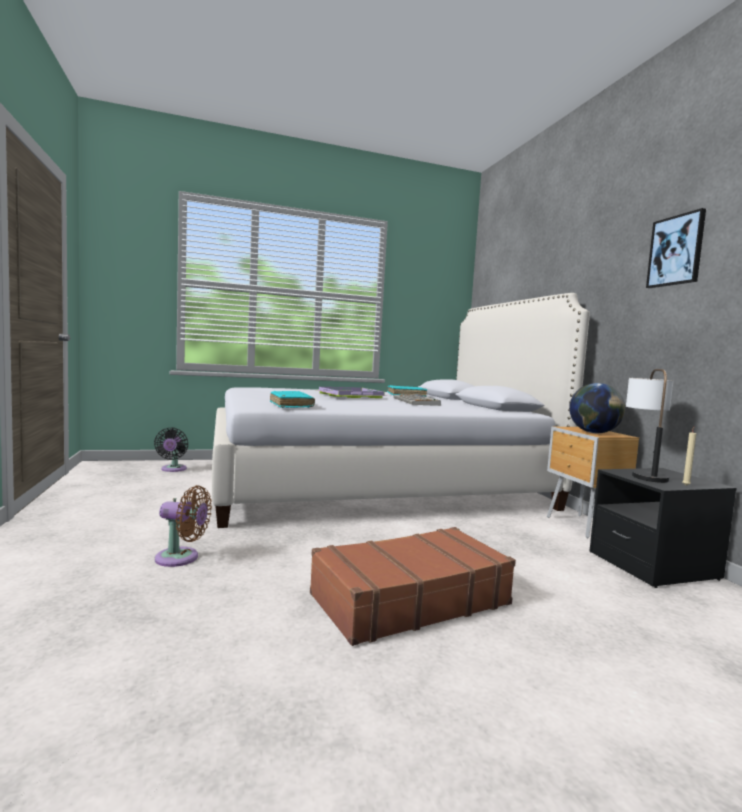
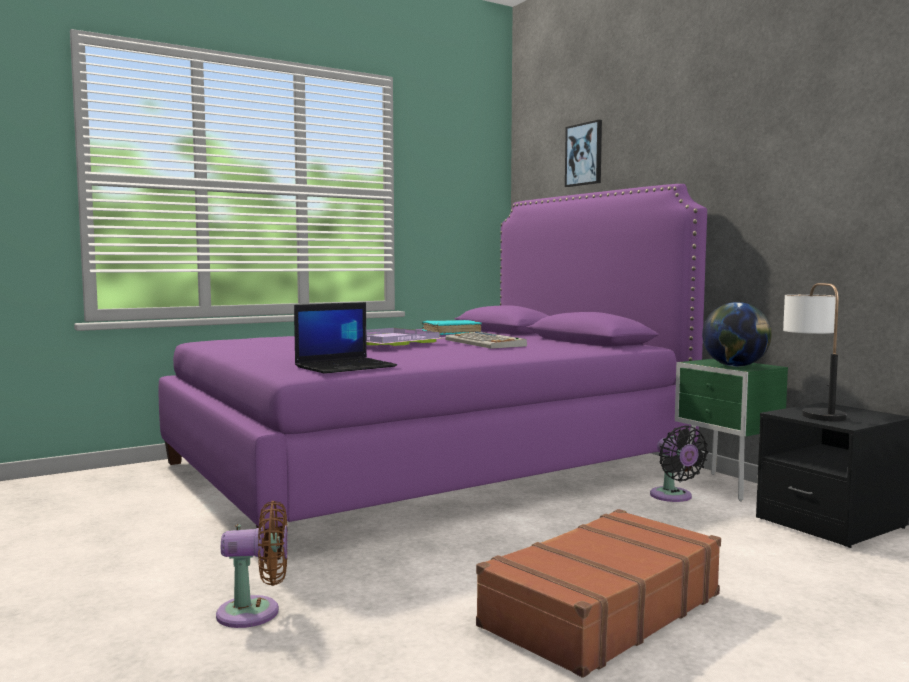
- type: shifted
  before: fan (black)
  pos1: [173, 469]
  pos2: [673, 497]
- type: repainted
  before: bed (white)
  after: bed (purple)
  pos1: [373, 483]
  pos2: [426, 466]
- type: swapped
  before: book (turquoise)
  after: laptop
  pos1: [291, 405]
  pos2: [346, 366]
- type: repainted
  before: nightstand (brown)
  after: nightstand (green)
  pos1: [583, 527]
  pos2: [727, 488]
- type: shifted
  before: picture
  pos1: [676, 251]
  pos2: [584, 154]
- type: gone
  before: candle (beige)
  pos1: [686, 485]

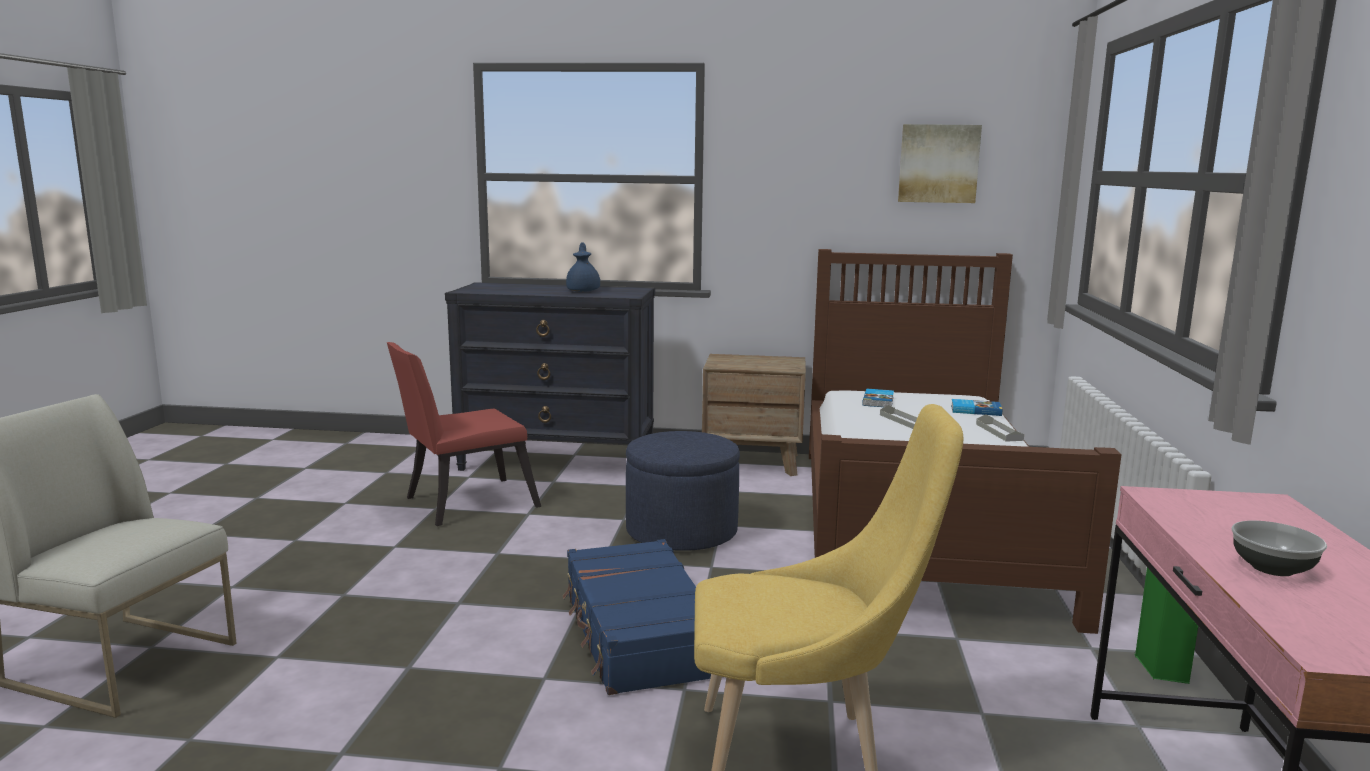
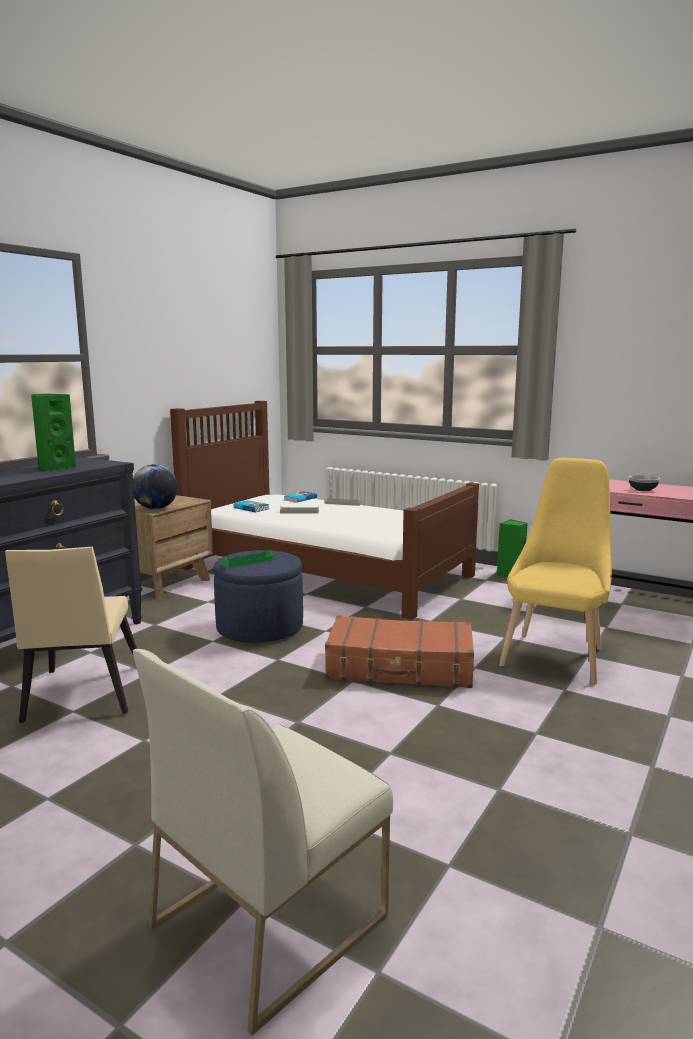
- type: repainted
  before: chair (red)
  after: chair (beige)
  pos1: [463, 503]
  pos2: [81, 696]
- type: repainted
  before: suitcase (blue)
  after: suitcase (brown)
  pos1: [637, 634]
  pos2: [400, 668]
- type: swapped
  before: teapot (blue)
  after: speaker (green)
  pos1: [583, 290]
  pos2: [55, 467]
- type: gone
  before: picture
  pos1: [938, 163]
- type: new
  after: globe
  pos2: [156, 508]
- type: new
  after: tray (green)
  pos2: [247, 561]

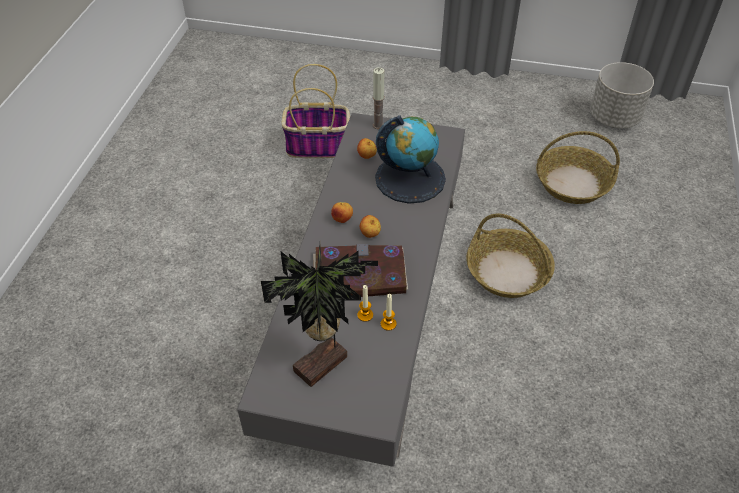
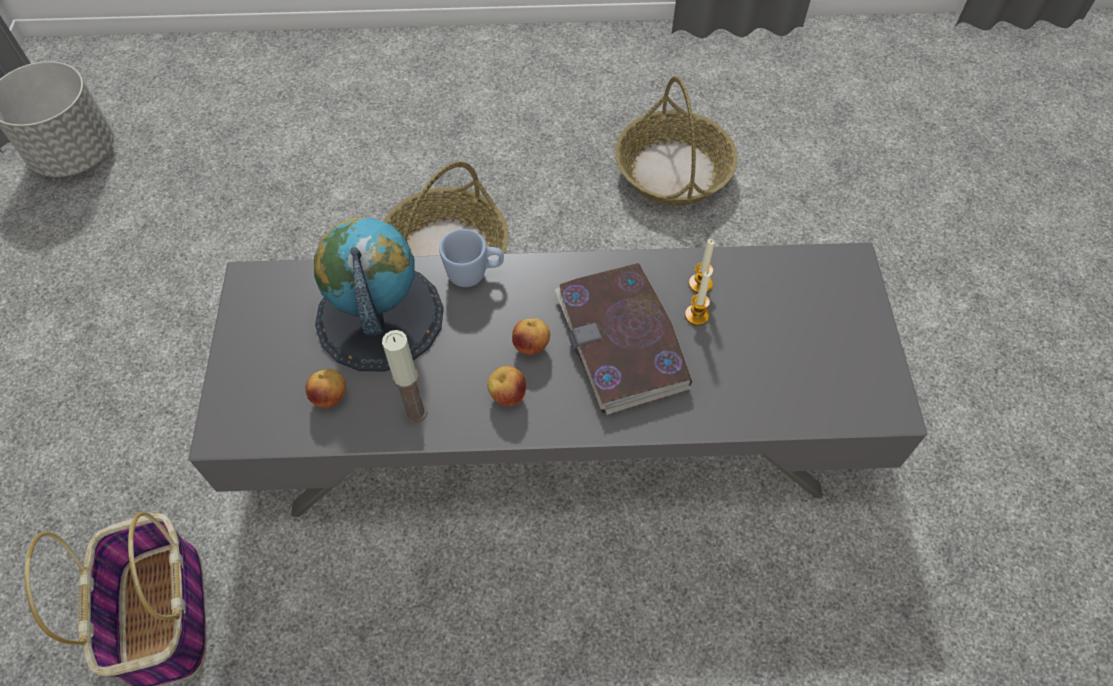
- type: gone
  before: potted plant
  pos1: [324, 366]
- type: shifted
  before: candle
  pos1: [378, 125]
  pos2: [415, 412]
- type: shifted
  before: basket
  pos1: [573, 183]
  pos2: [672, 170]
- type: new
  after: mug (blue)
  pos2: [474, 274]

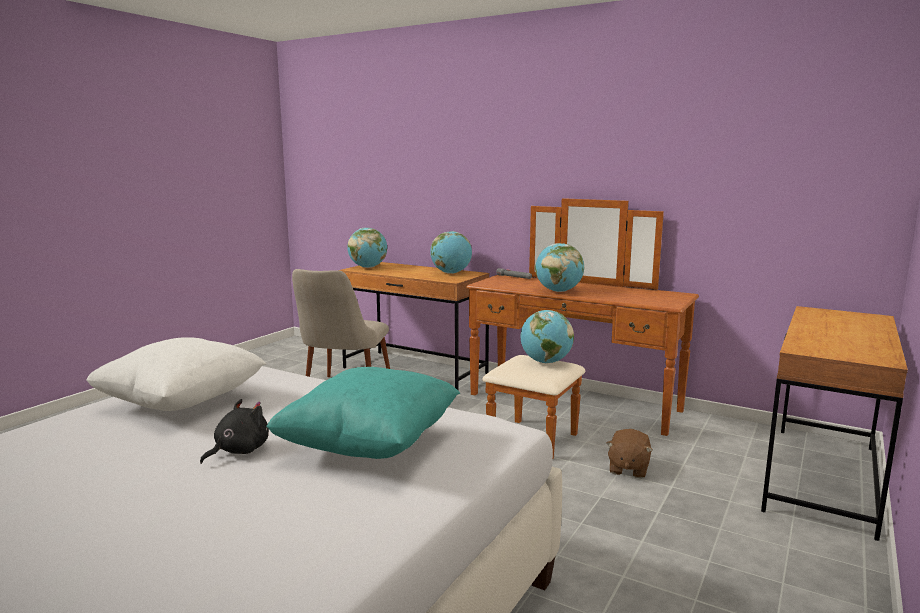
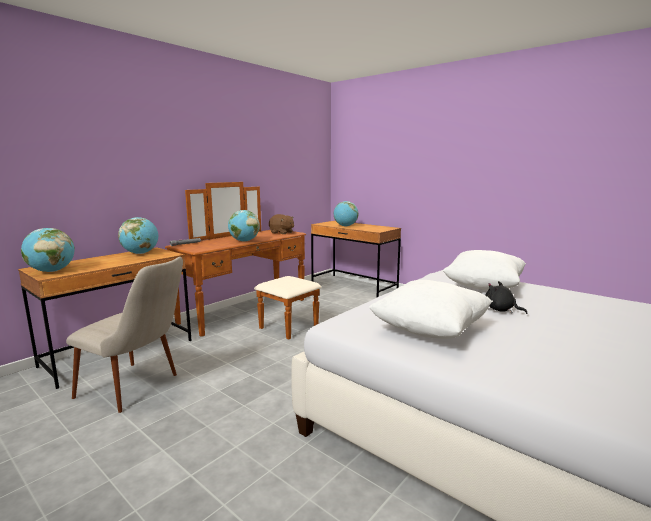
- type: repainted
  before: pillow (turquoise)
  after: pillow (white)
  pos1: [369, 446]
  pos2: [483, 287]
- type: shifted
  before: globe
  pos1: [545, 362]
  pos2: [345, 226]
- type: shifted
  before: plush toy (brown)
  pos1: [628, 469]
  pos2: [281, 232]

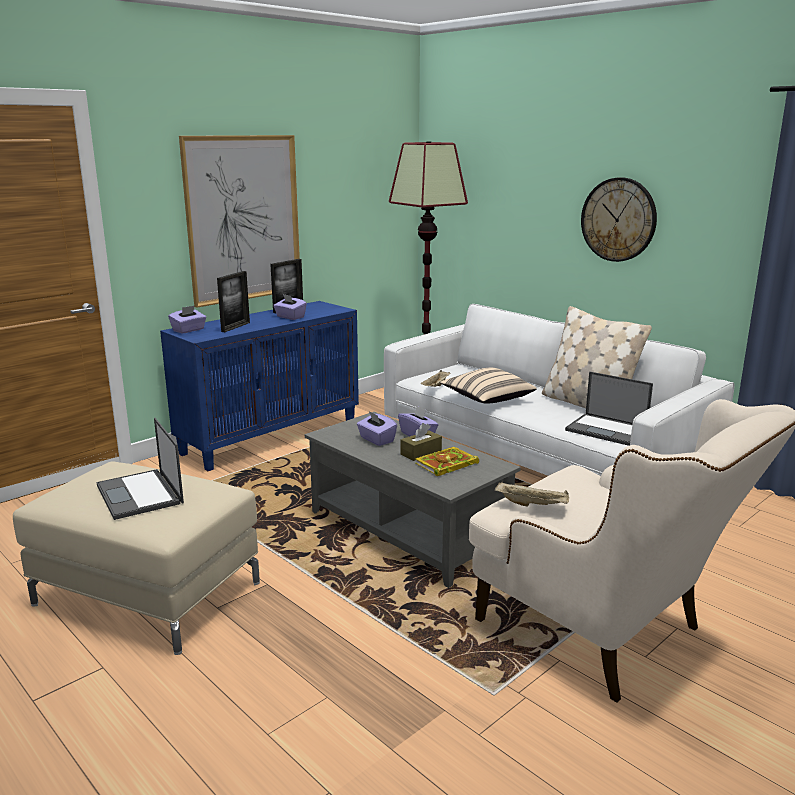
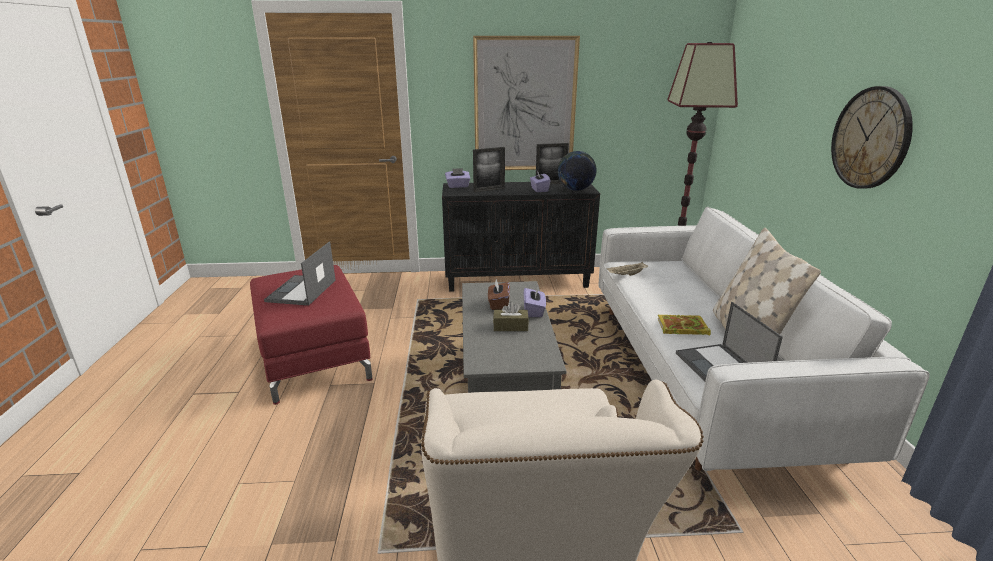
- type: repainted
  before: ottoman (beige)
  after: ottoman (red)
  pos1: [149, 593]
  pos2: [315, 358]
- type: repainted
  before: cabinet (blue)
  after: cabinet (black)
  pos1: [271, 437]
  pos2: [518, 280]
- type: repainted
  before: tissue box (purple)
  after: tissue box (brown)
  pos1: [376, 440]
  pos2: [498, 304]
- type: shifted
  before: book
  pos1: [445, 465]
  pos2: [681, 327]
- type: gone
  before: pillow (beige)
  pos1: [487, 399]
- type: gone
  before: tray (beige)
  pos1: [532, 504]
- type: new
  after: globe
  pos2: [575, 190]

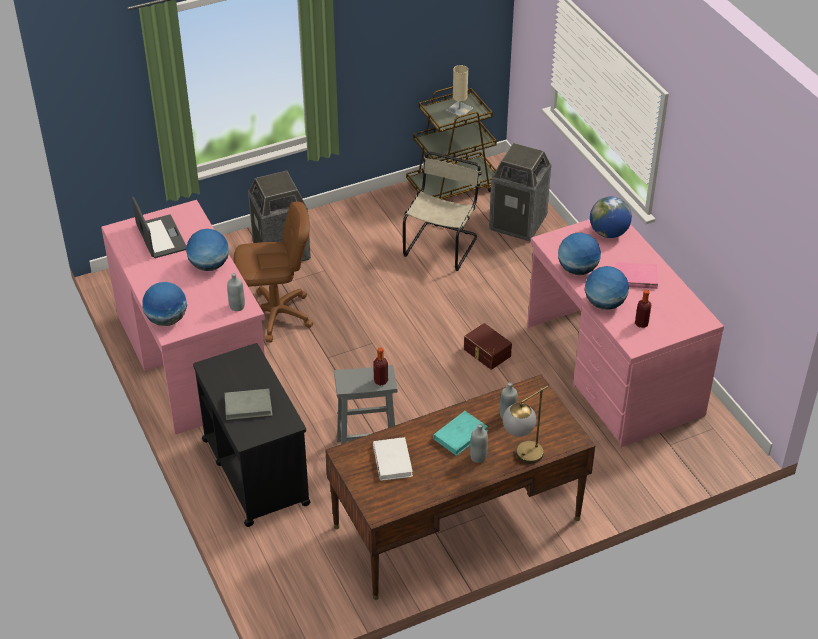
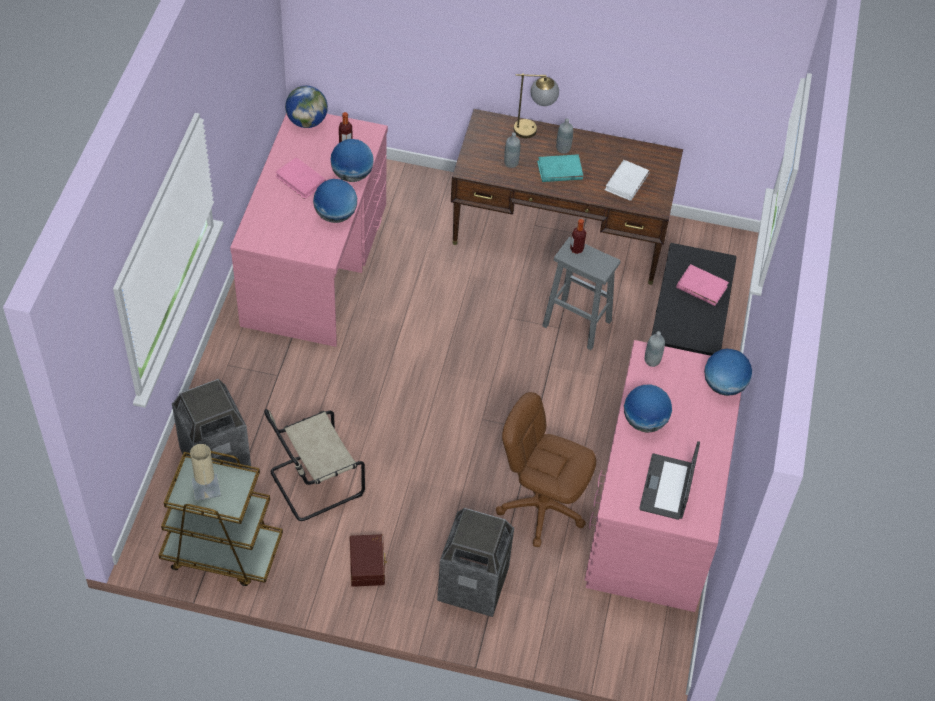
- type: repainted
  before: book (grey)
  after: book (pink)
  pos1: [248, 406]
  pos2: [701, 287]
- type: shifted
  before: storage box (brown)
  pos1: [486, 353]
  pos2: [368, 565]
- type: shifted
  before: globe
  pos1: [608, 233]
  pos2: [307, 121]

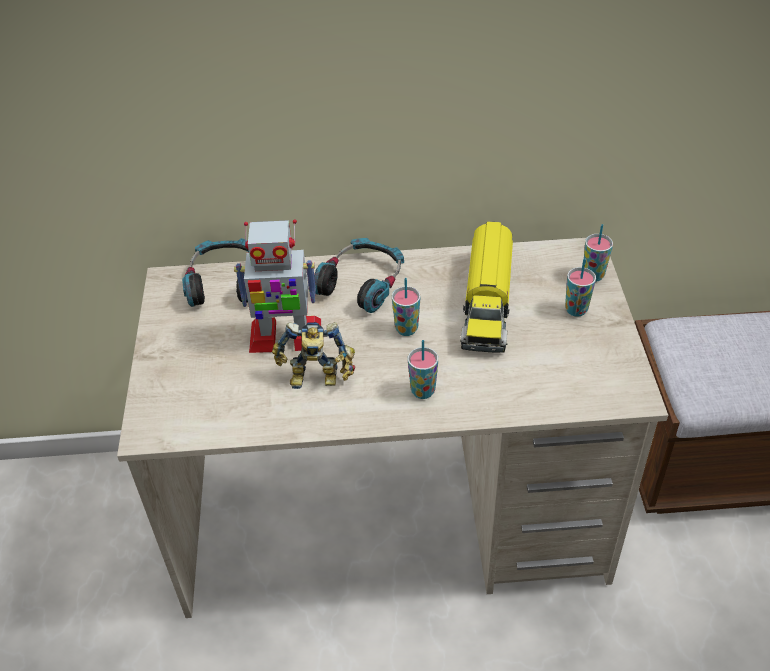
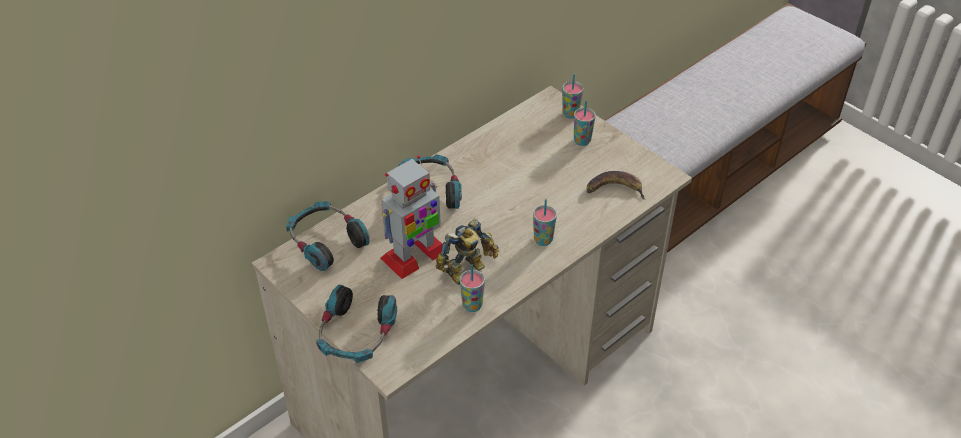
- type: shifted
  before: cup
  pos1: [406, 329]
  pos2: [472, 305]
- type: gone
  before: toy truck
  pos1: [487, 301]
- type: new
  after: headphones
  pos2: [356, 334]
- type: new
  after: banana
  pos2: [614, 189]

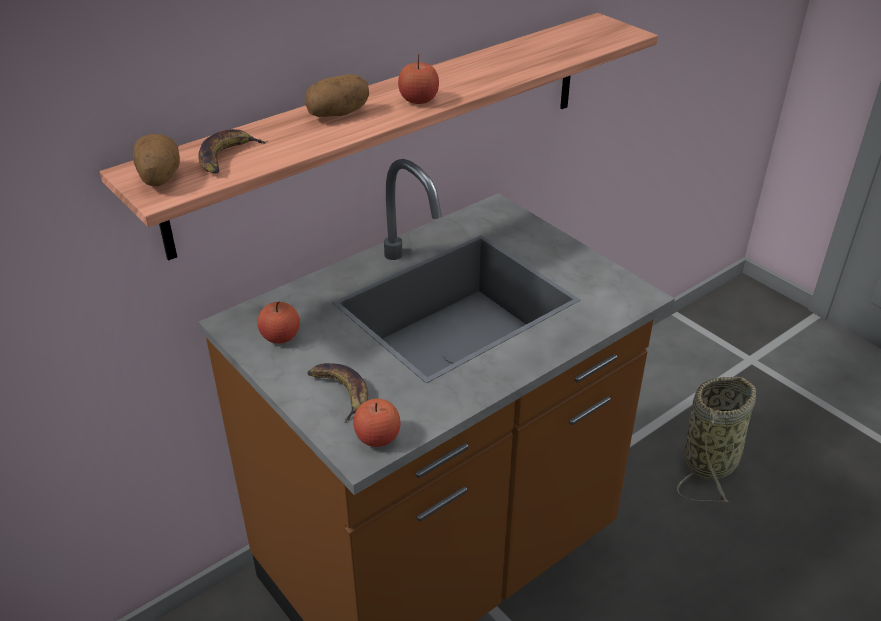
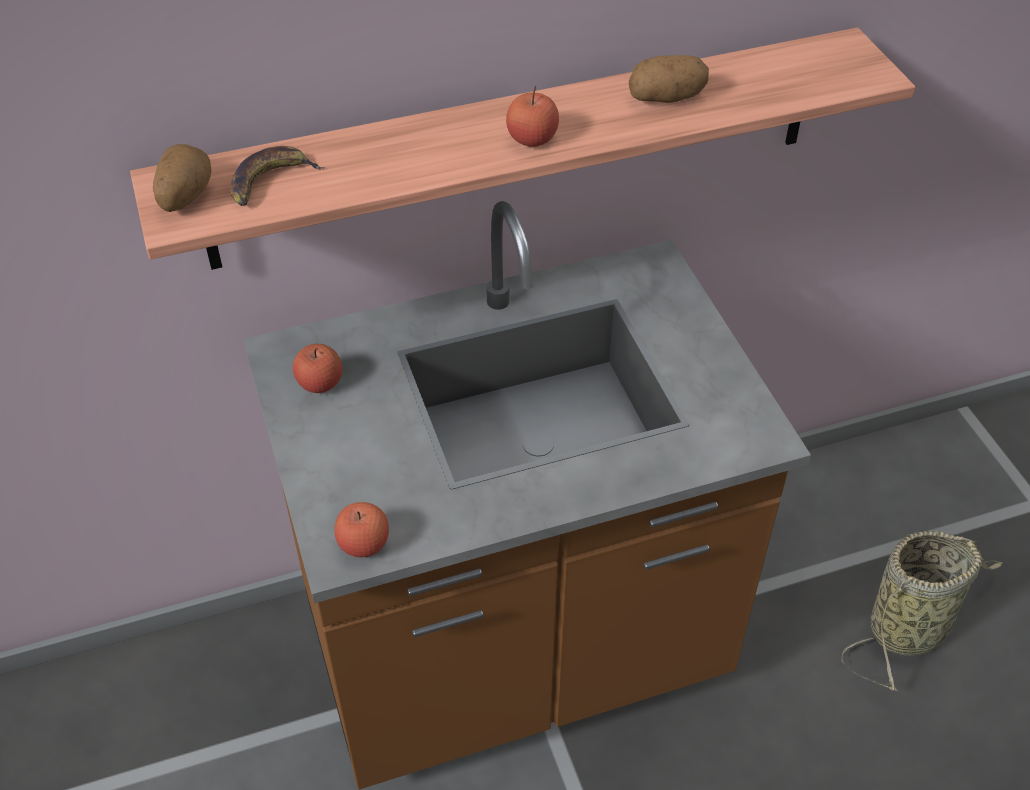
- type: shifted
  before: potato
  pos1: [338, 114]
  pos2: [666, 98]
- type: gone
  before: banana
  pos1: [339, 392]

